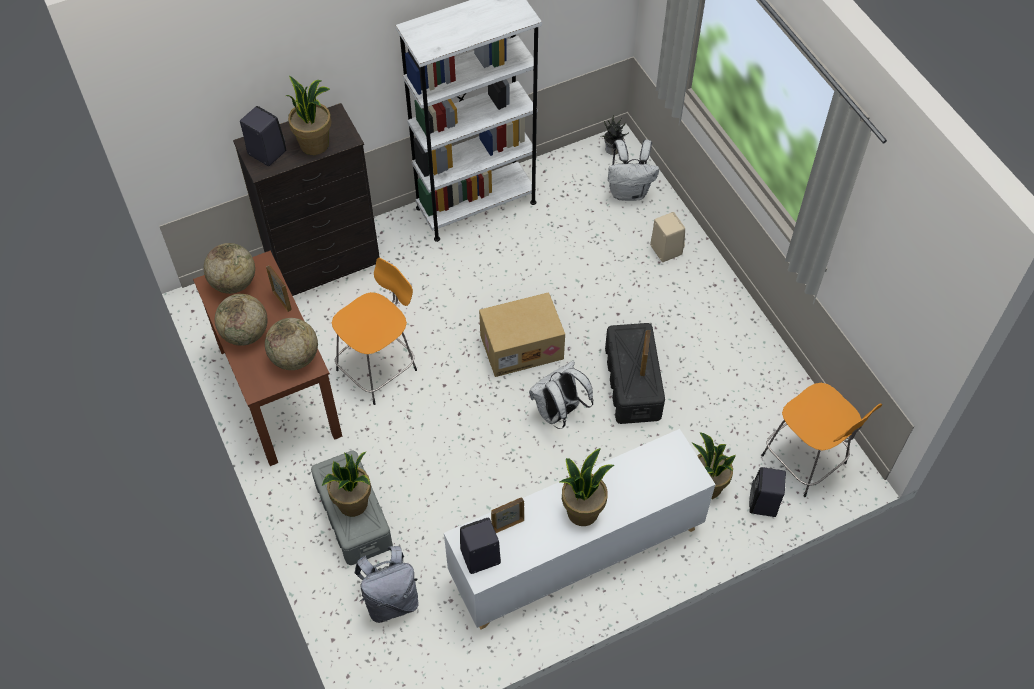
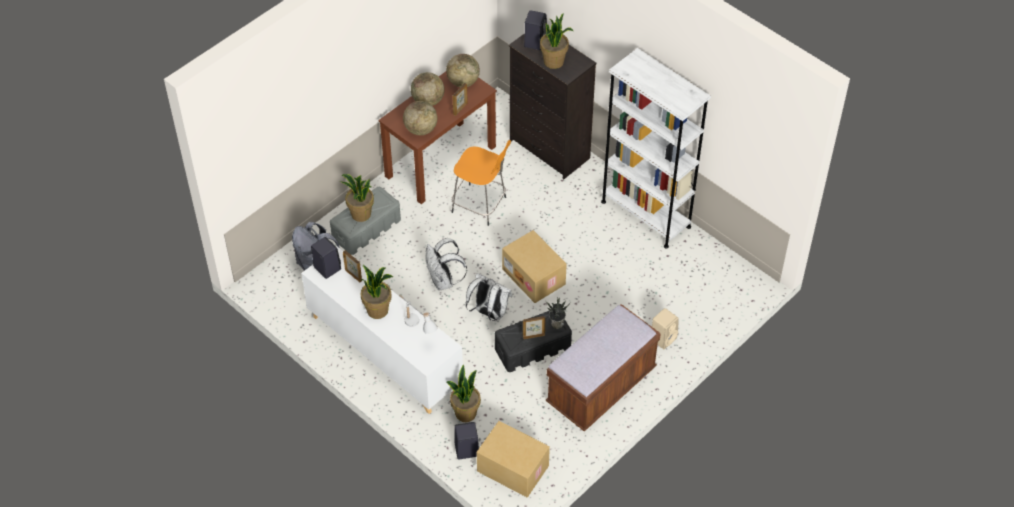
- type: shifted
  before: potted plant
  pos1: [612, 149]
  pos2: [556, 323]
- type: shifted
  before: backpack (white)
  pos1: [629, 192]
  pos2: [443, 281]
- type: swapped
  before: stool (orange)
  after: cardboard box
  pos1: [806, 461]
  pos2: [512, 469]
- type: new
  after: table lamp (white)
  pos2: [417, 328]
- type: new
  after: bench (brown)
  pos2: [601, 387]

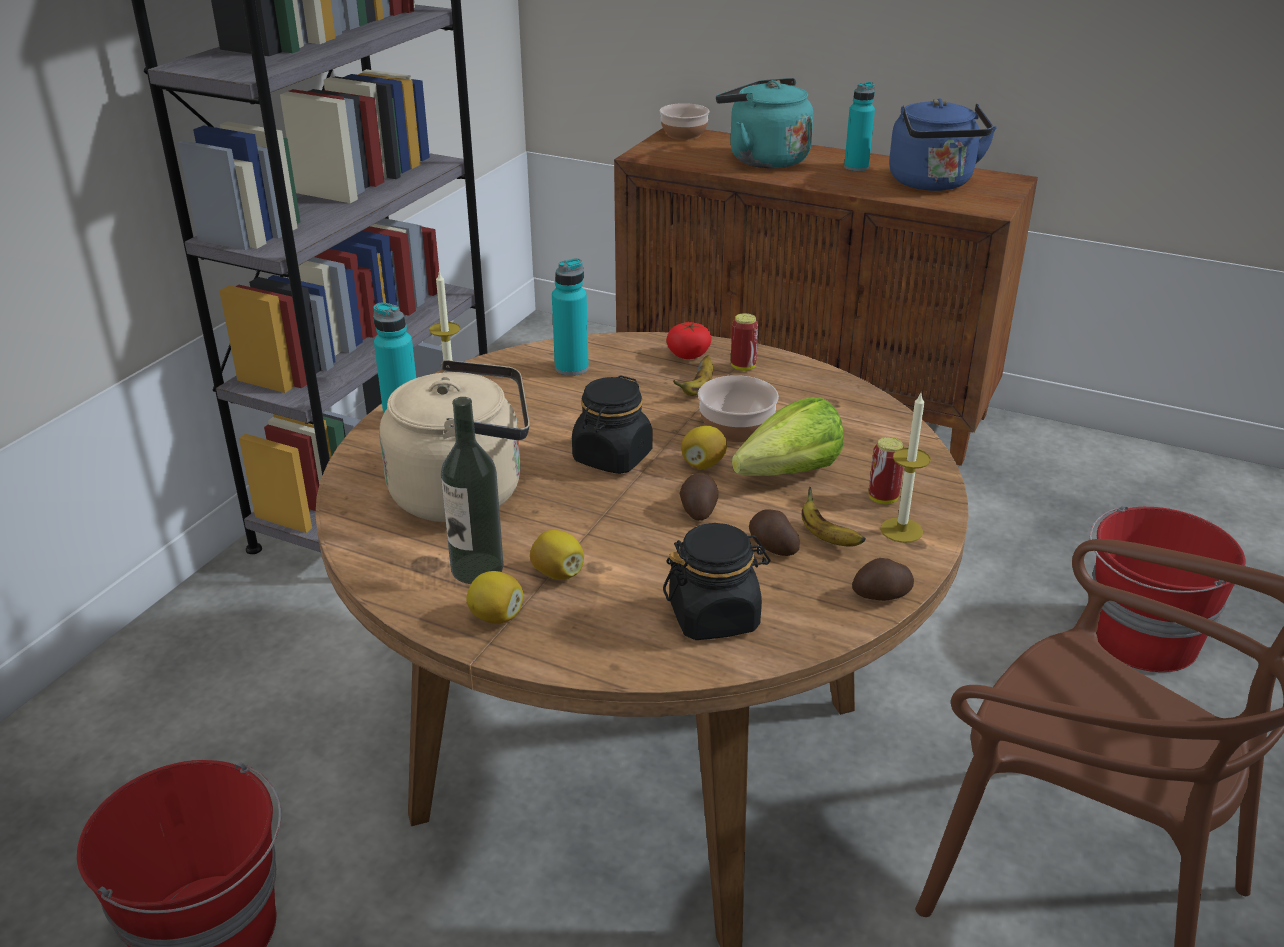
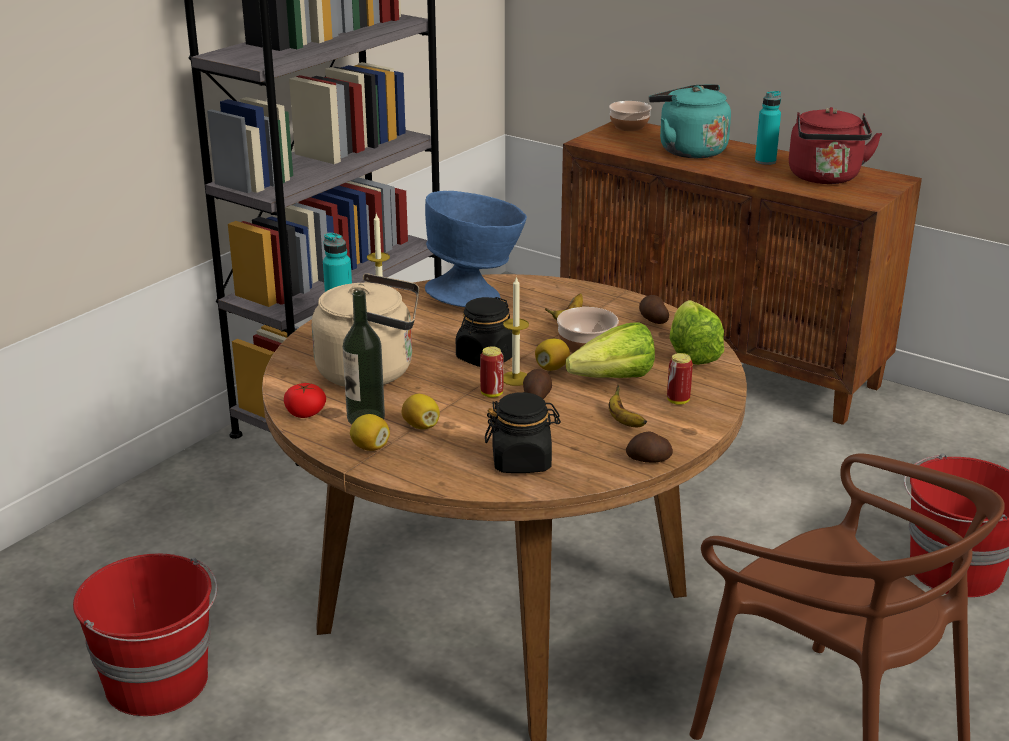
- type: swapped
  before: bottle (turquoise)
  after: bowl (blue)
  pos1: [571, 368]
  pos2: [476, 296]
- type: shifted
  before: tomato
  pos1: [688, 354]
  pos2: [305, 413]
- type: shifted
  before: can
  pos1: [743, 367]
  pos2: [491, 394]
- type: shifted
  before: potato
  pos1: [772, 547]
  pos2: [652, 319]
- type: shifted
  before: candle
  pos1: [901, 530]
  pos2: [515, 378]
- type: repainted
  before: kettle (blue)
  after: kettle (red)
  pos1: [933, 184]
  pos2: [825, 178]
- type: new
  after: lettuce
  pos2: [693, 349]

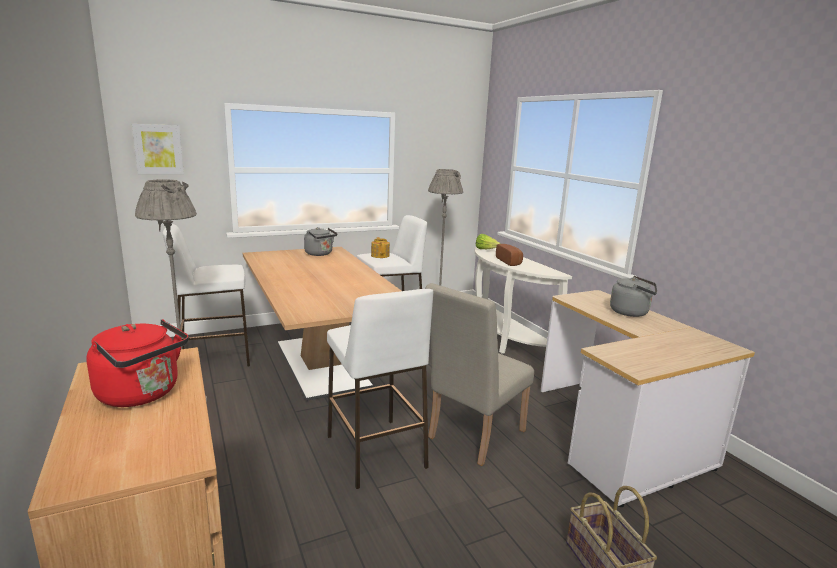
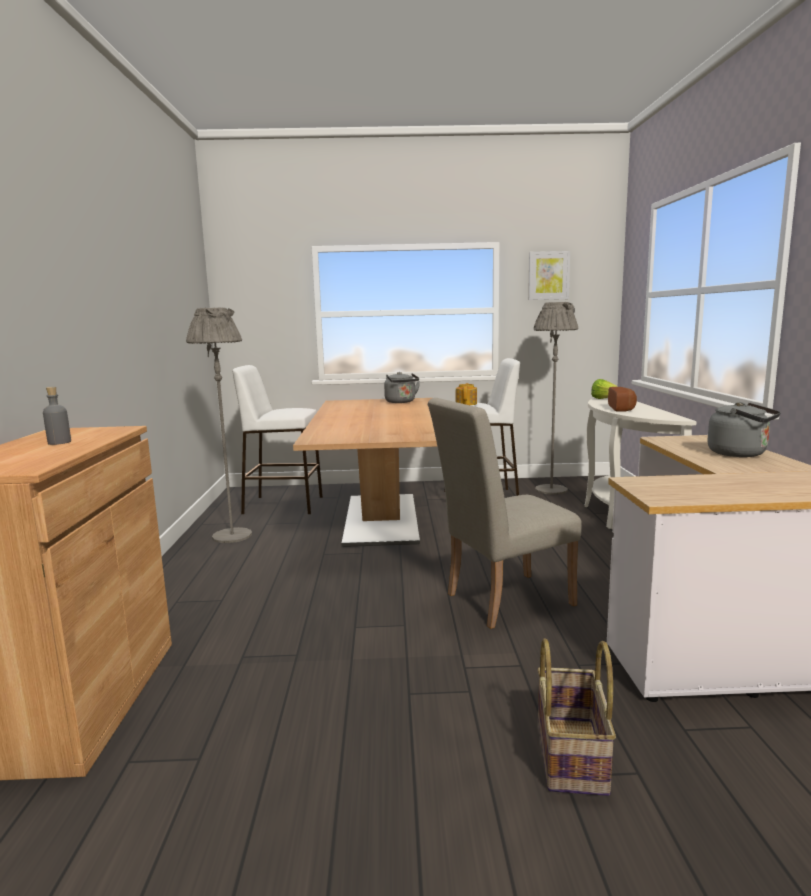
- type: swapped
  before: kettle (red)
  after: bottle (grey)
  pos1: [142, 394]
  pos2: [59, 442]
- type: shifted
  before: picture
  pos1: [158, 149]
  pos2: [548, 275]
- type: gone
  before: stool (white)
  pos1: [376, 452]

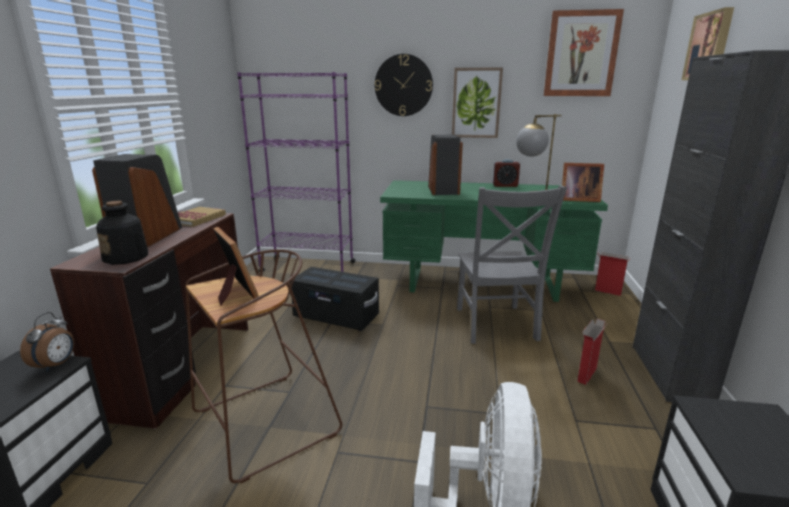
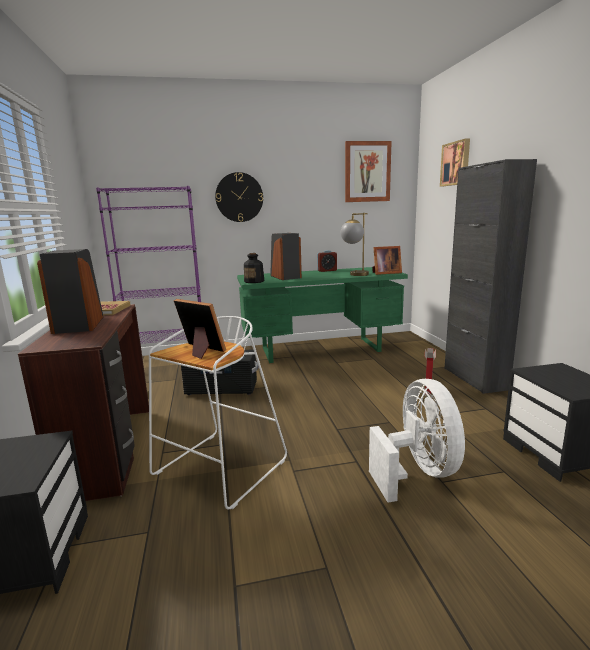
- type: gone
  before: alarm clock
  pos1: [56, 365]
- type: shifted
  before: bottle
  pos1: [126, 257]
  pos2: [254, 281]
- type: repainted
  before: stool (brown)
  after: stool (white)
  pos1: [264, 425]
  pos2: [220, 469]
- type: gone
  before: picture
  pos1: [476, 103]
- type: gone
  before: chair (grey)
  pos1: [496, 326]
- type: gone
  before: cardboard box
  pos1: [607, 291]

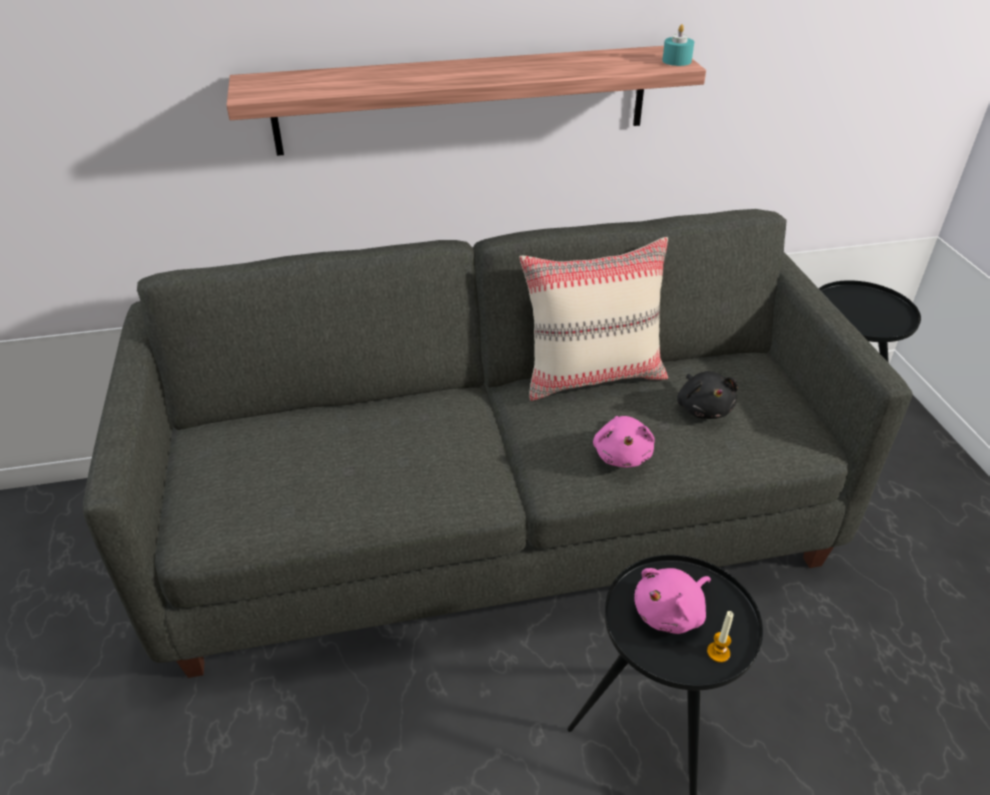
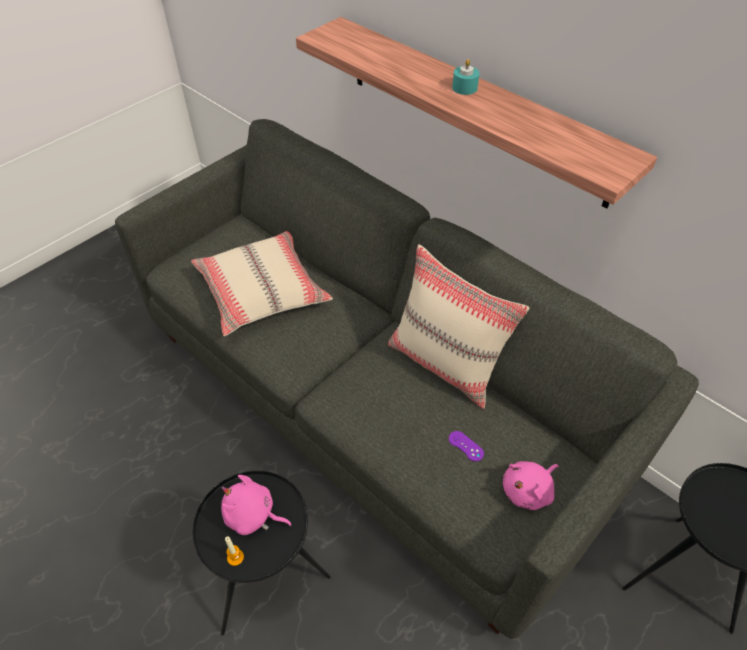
- type: shifted
  before: plush toy (pink)
  pos1: [622, 454]
  pos2: [528, 490]
- type: shifted
  before: candle (turquoise)
  pos1: [676, 61]
  pos2: [464, 88]
- type: swapped
  before: plush toy (black)
  after: game controller (purple)
  pos1: [703, 408]
  pos2: [466, 446]
- type: new
  after: pillow (beige)
  pos2: [262, 291]

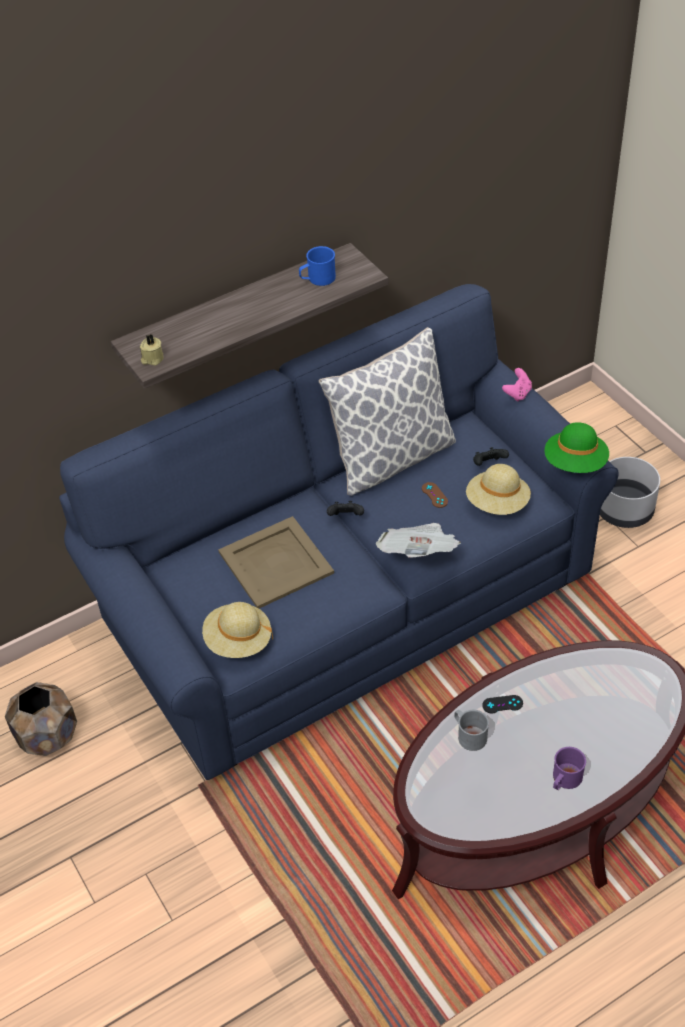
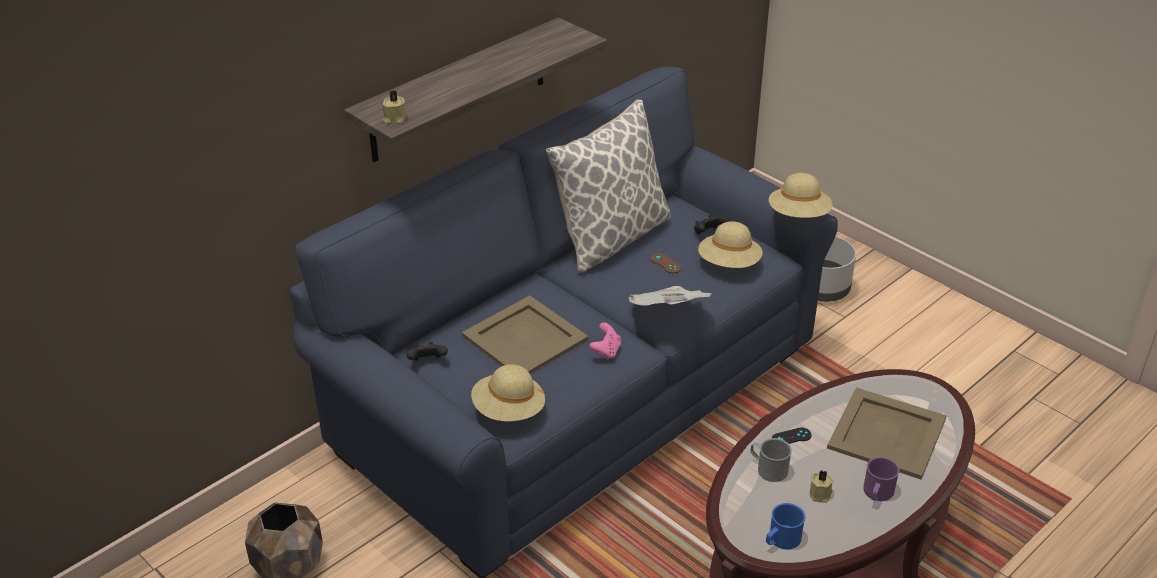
- type: shifted
  before: mug (blue)
  pos1: [317, 279]
  pos2: [781, 540]
- type: shifted
  before: game controller (black)
  pos1: [346, 517]
  pos2: [427, 362]
- type: shifted
  before: game controller (pink)
  pos1: [517, 393]
  pos2: [606, 351]
- type: repainted
  before: hat (green)
  after: hat (beige)
  pos1: [575, 463]
  pos2: [799, 215]
- type: new
  after: candle (beige)
  pos2: [821, 494]
- type: new
  after: tray (beige)
  pos2: [888, 433]

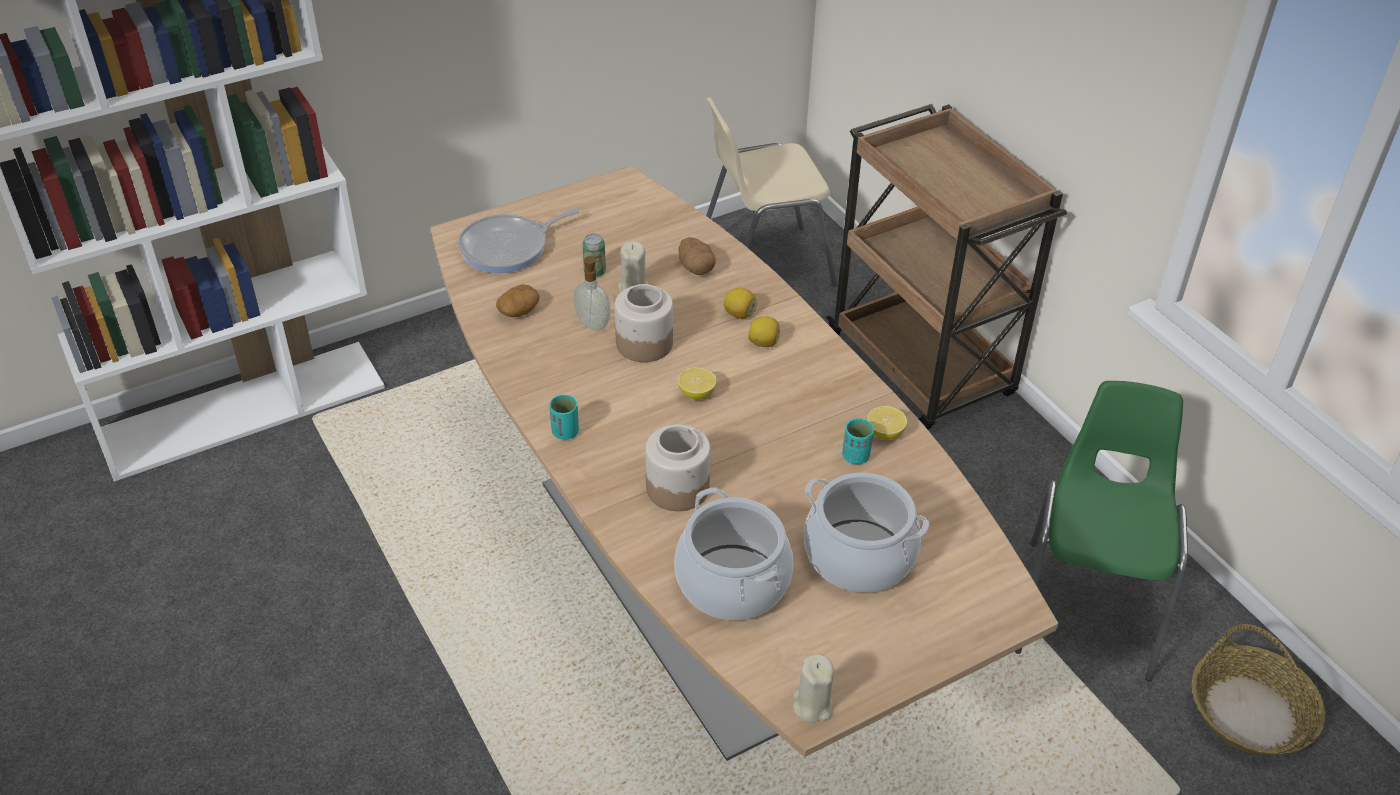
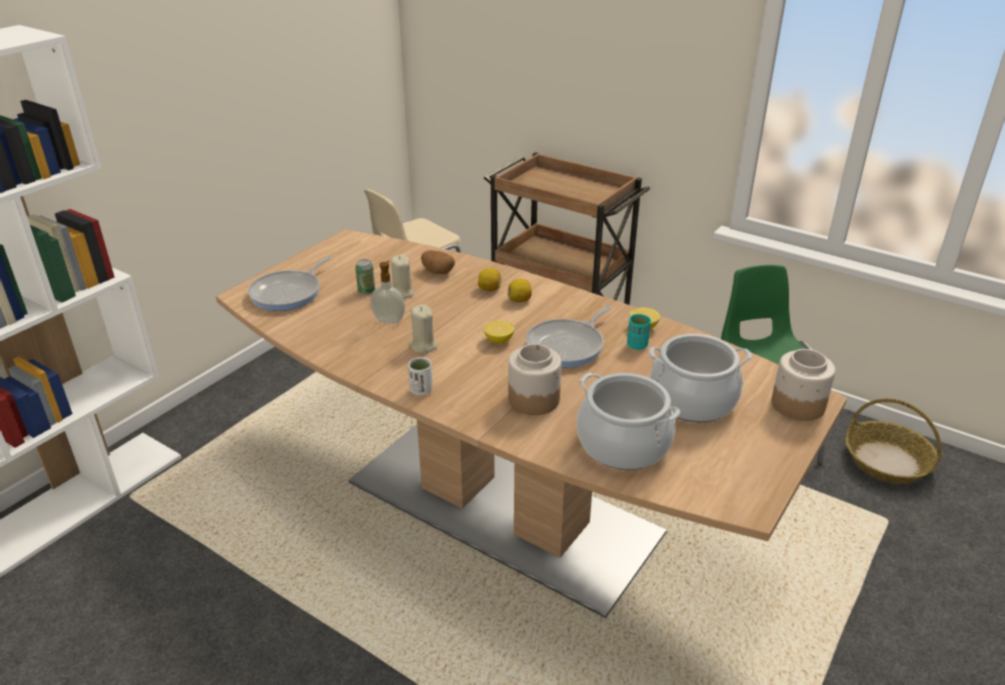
- type: gone
  before: potato
  pos1: [518, 311]
- type: repainted
  before: cup (turquoise)
  after: cup (white)
  pos1: [565, 432]
  pos2: [421, 390]
- type: shifted
  before: jar
  pos1: [643, 343]
  pos2: [797, 405]
- type: shifted
  before: candle (beige)
  pos1: [812, 705]
  pos2: [423, 346]
- type: new
  after: frying pan
  pos2: [568, 346]

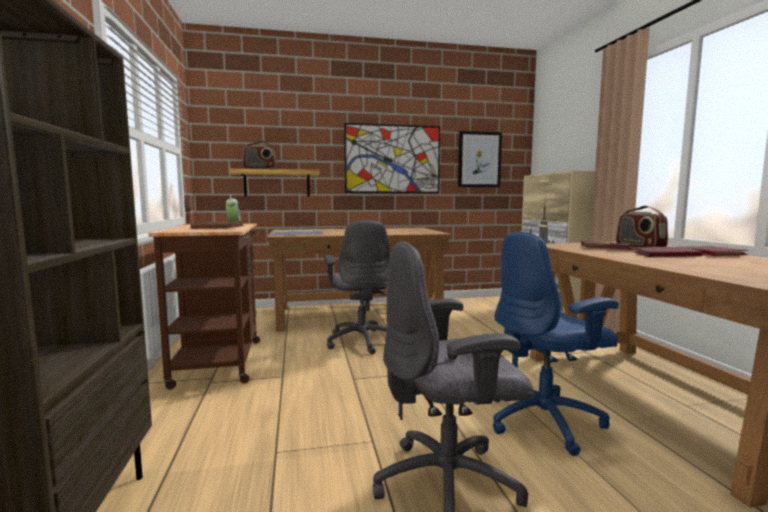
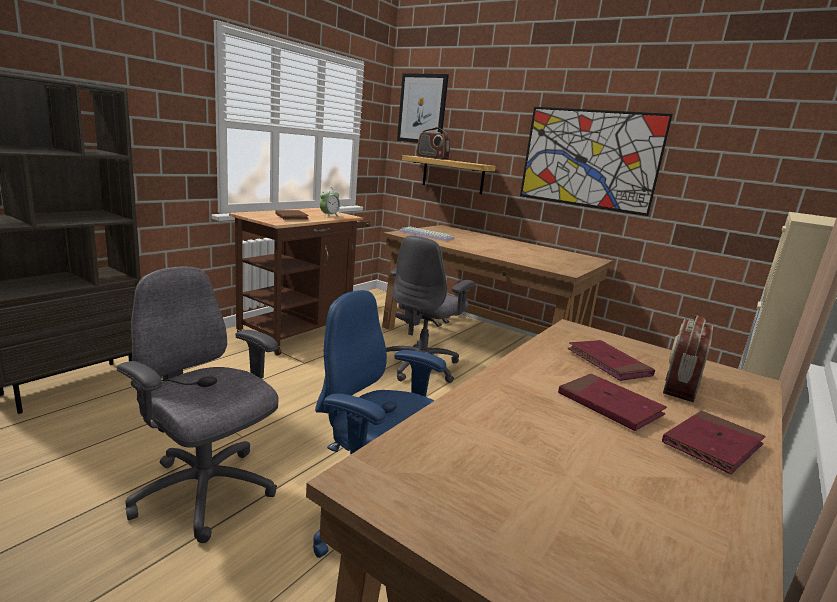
- type: shifted
  before: picture
  pos1: [479, 159]
  pos2: [422, 109]

